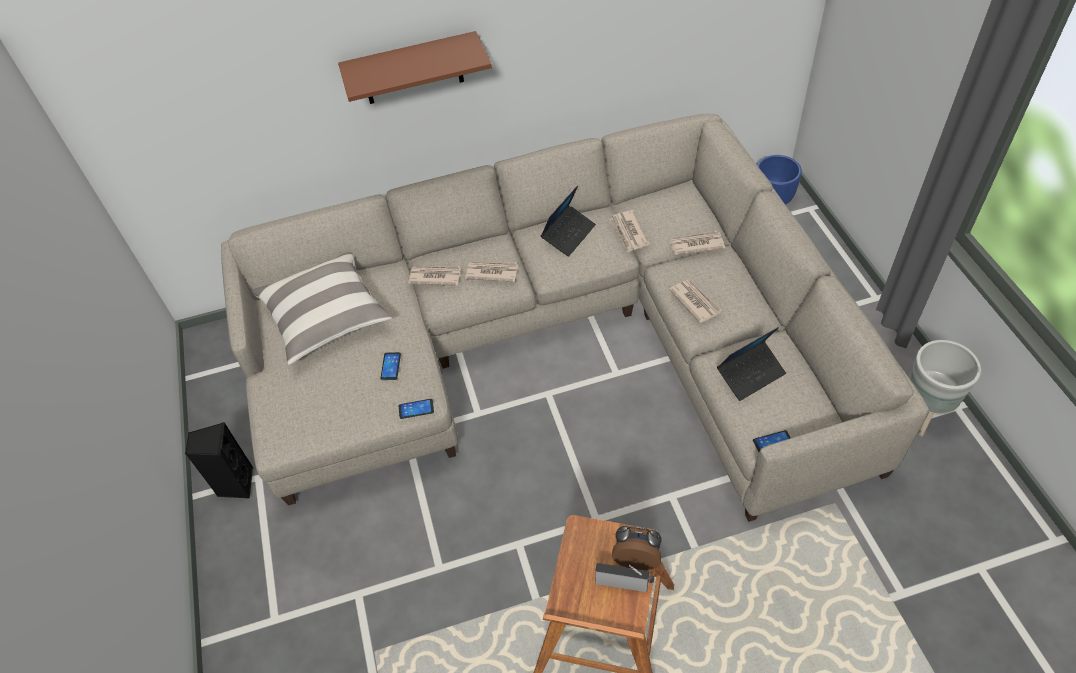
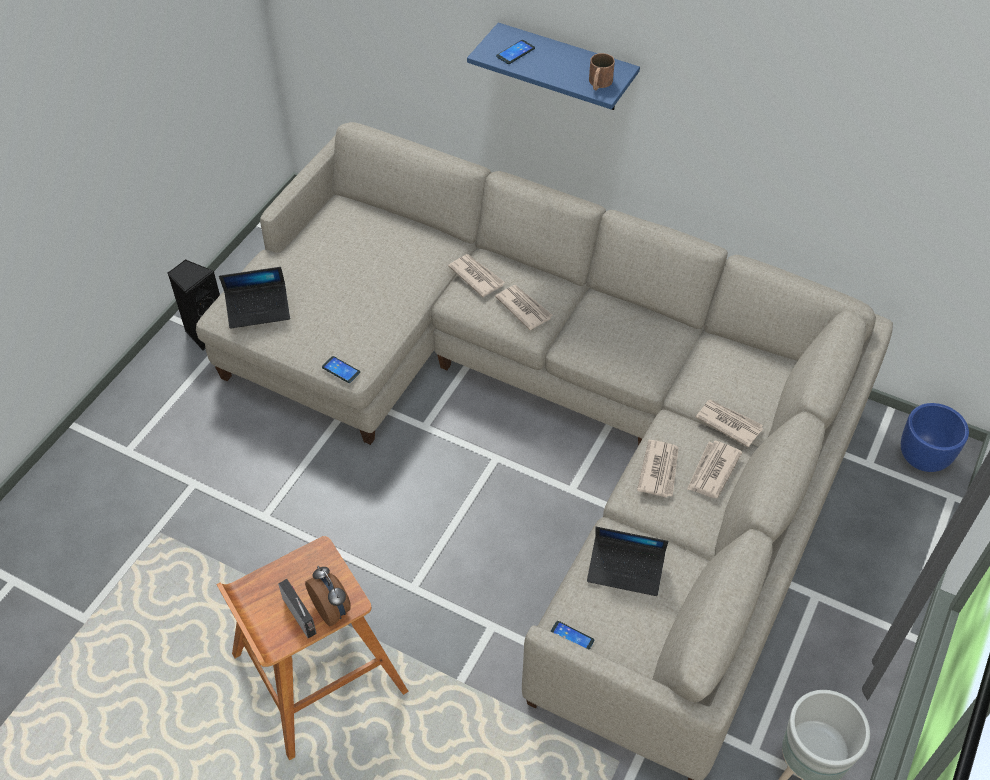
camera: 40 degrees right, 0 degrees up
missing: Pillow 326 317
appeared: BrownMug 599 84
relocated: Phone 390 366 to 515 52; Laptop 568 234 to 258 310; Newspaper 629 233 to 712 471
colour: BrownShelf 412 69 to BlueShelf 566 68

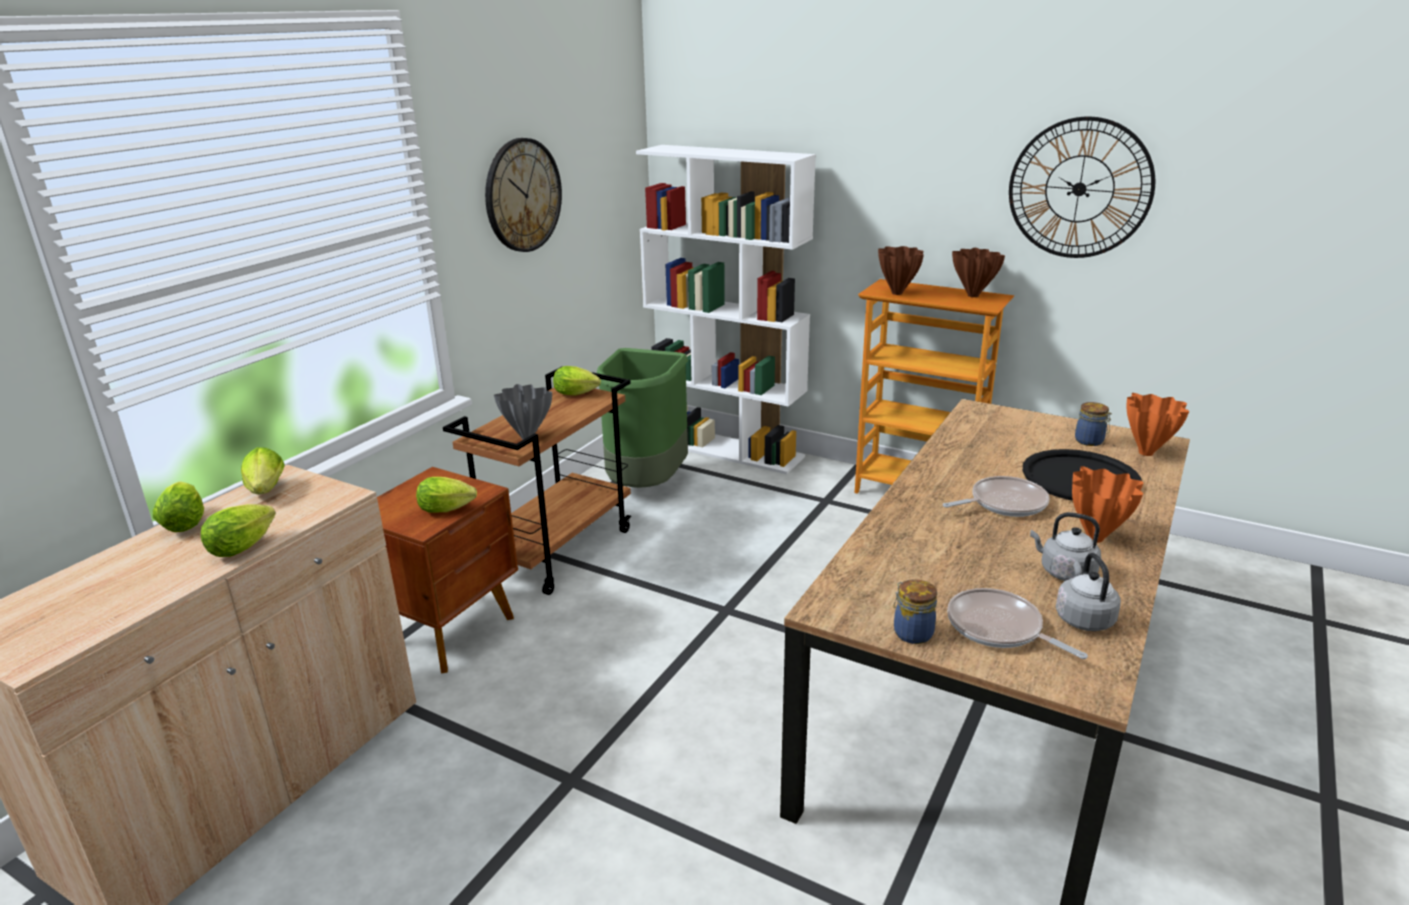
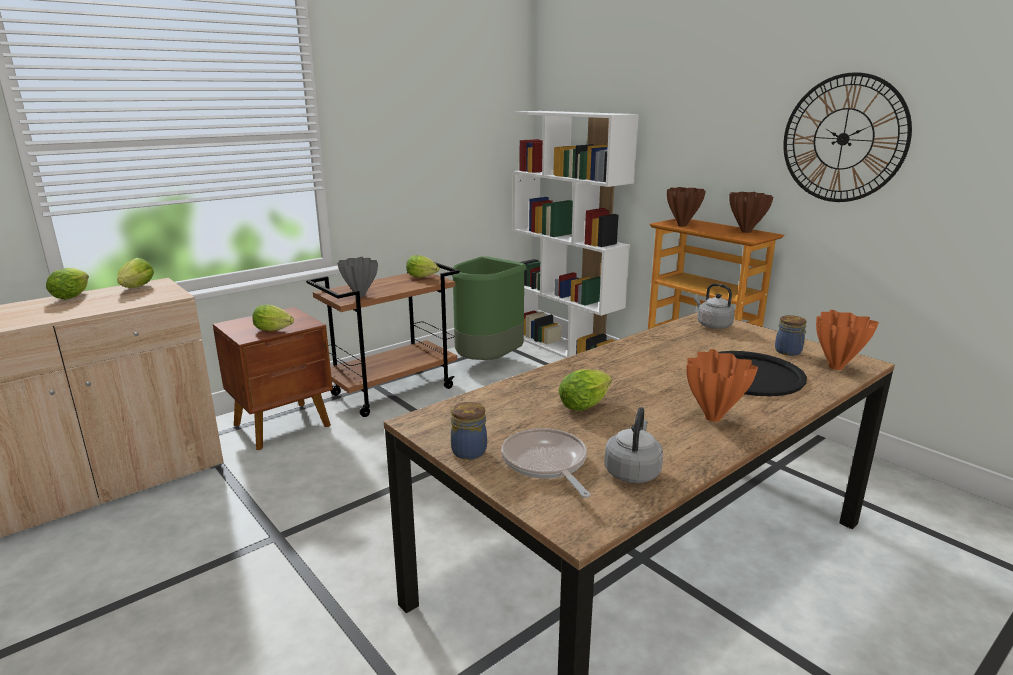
camera: 20 degrees right, 5 degrees down
missing: WallClock 522 195; FryingPan 1004 503
relocated: Lettuce 245 546 to 586 404; GreyKettle 1064 572 to 712 325

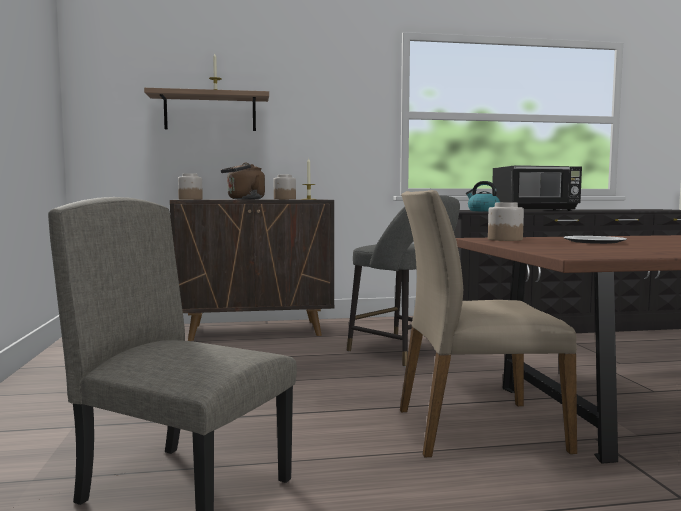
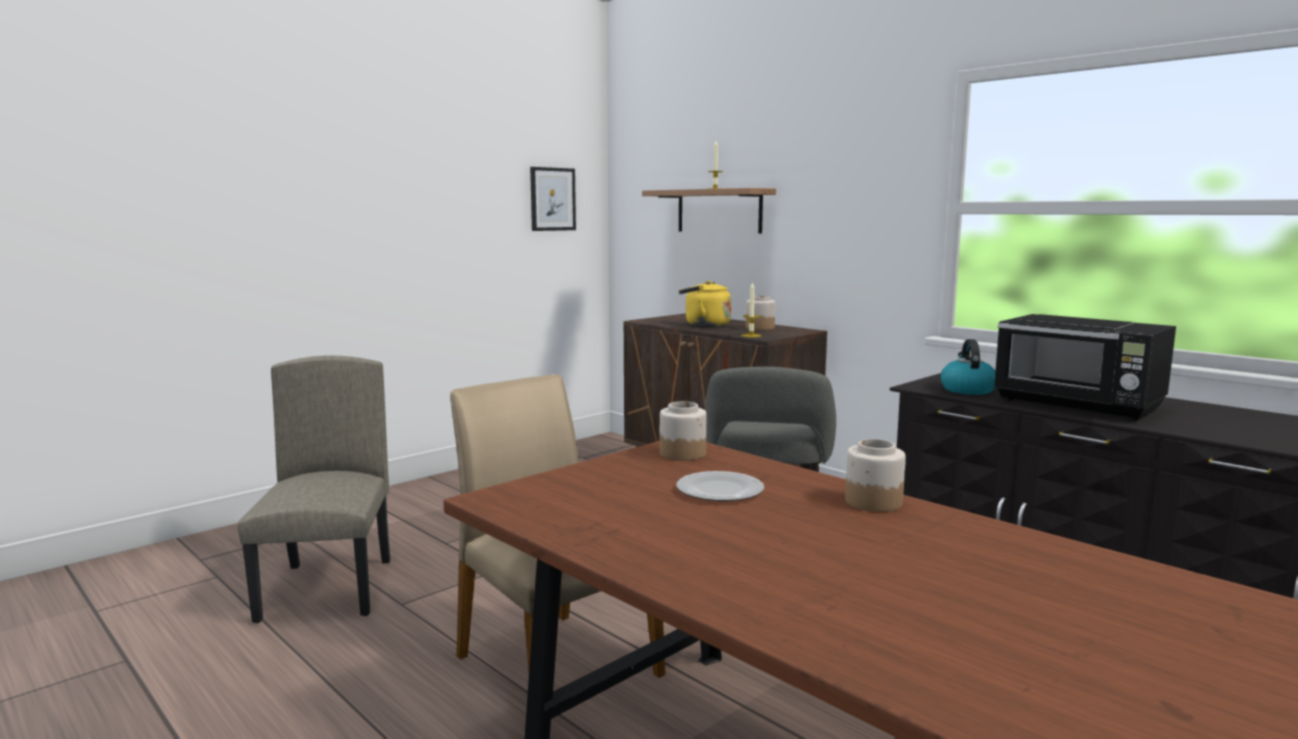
camera: 55 degrees right, 5 degrees up
appeared: Picture 552 199
relocated: Jar 190 199 to 872 502
colour: BrownKettle 244 199 to YellowKettle 704 325

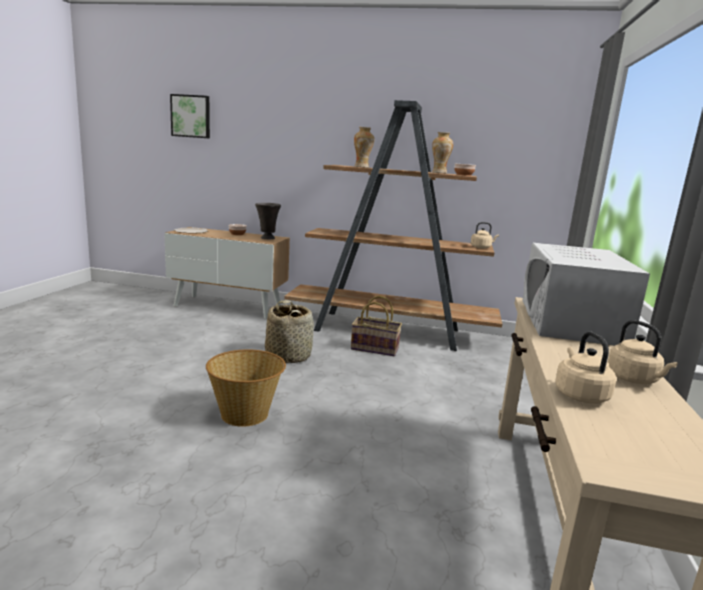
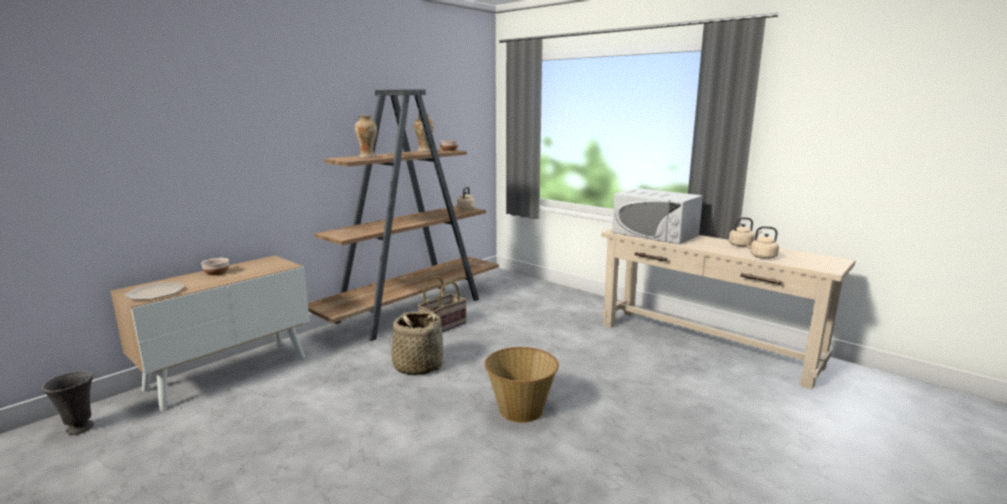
camera: 60 degrees left, 0 degrees up
missing: Picture 191 116
relocated: GreyVase 267 238 to 79 429

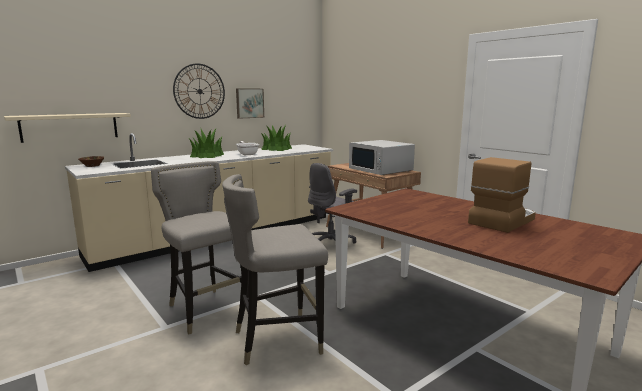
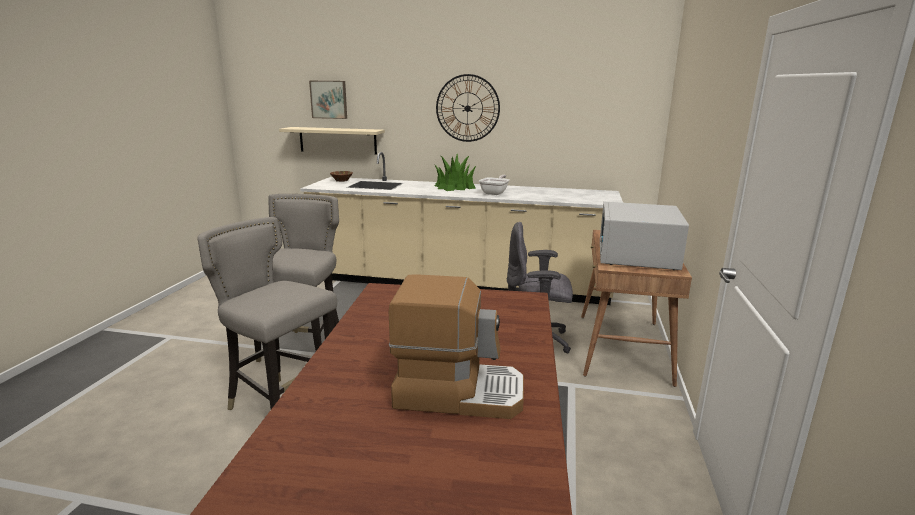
camera: 50 degrees right, 5 degrees up
missing: PottedPlant 276 149
relocated: Picture 249 103 to 329 99

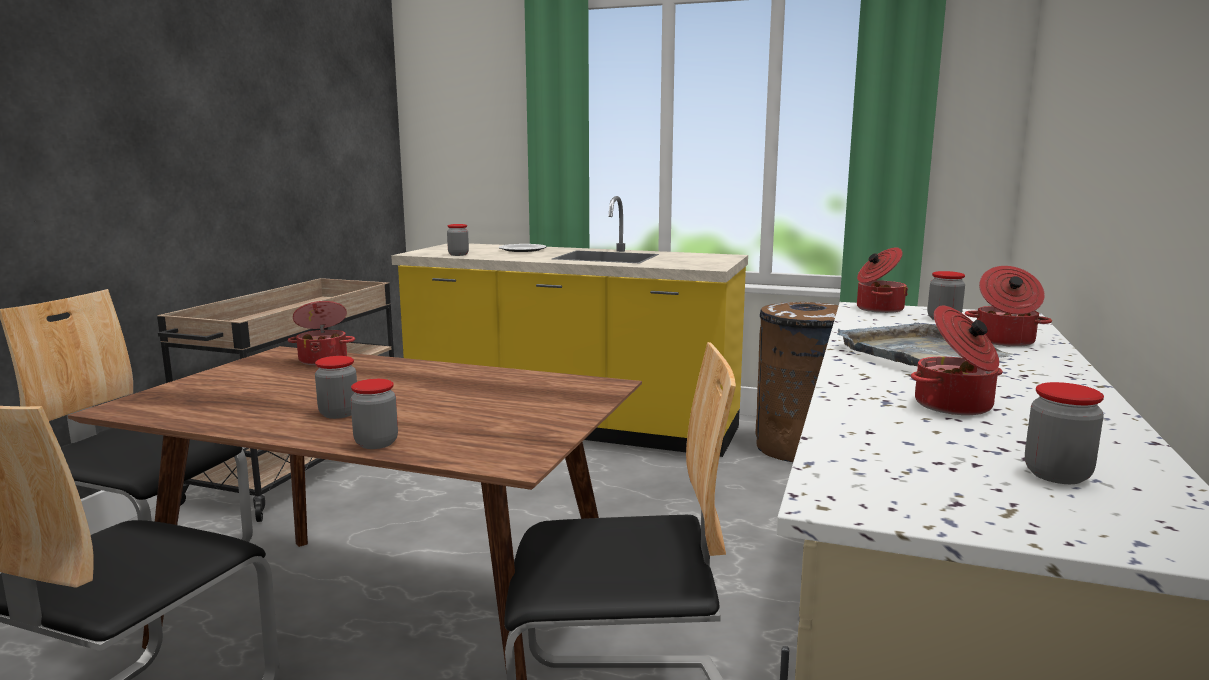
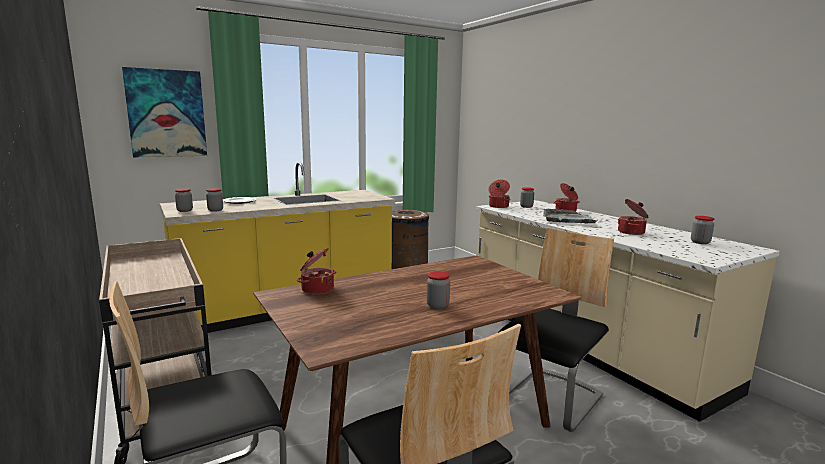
camera: 50 degrees left, 0 degrees up
appeared: Picture 166 113
relocated: Jar 376 443 to 185 210

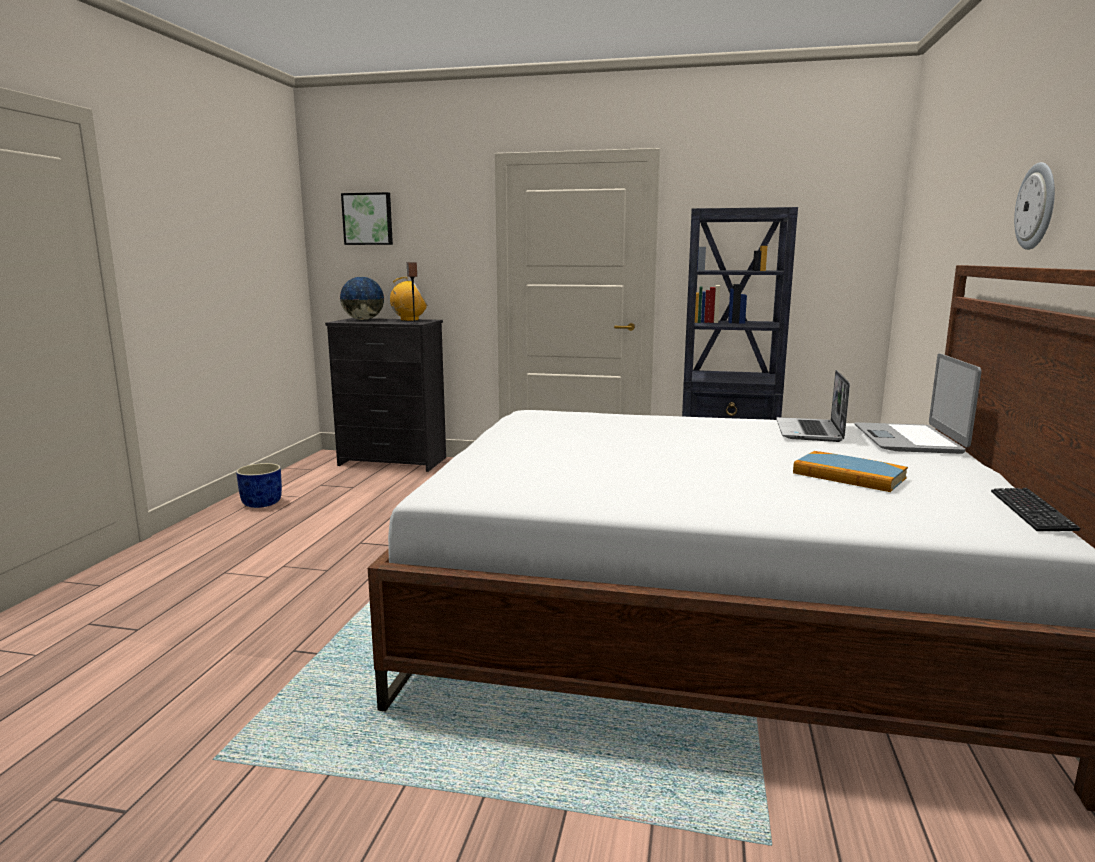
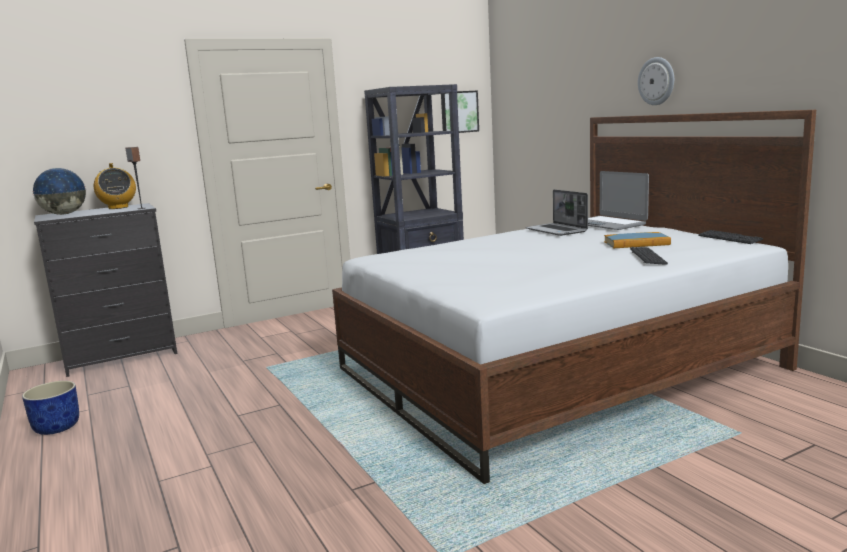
camera: 40 degrees left, 0 degrees up
appeared: Keyboard 647 257
relocated: Picture 368 219 to 459 112
spun: Radio 409 320 = 118 207 120 degrees clockwise

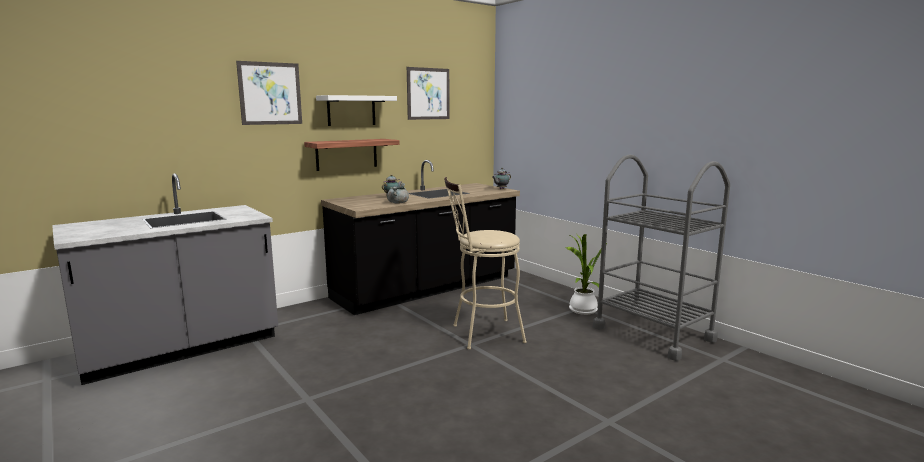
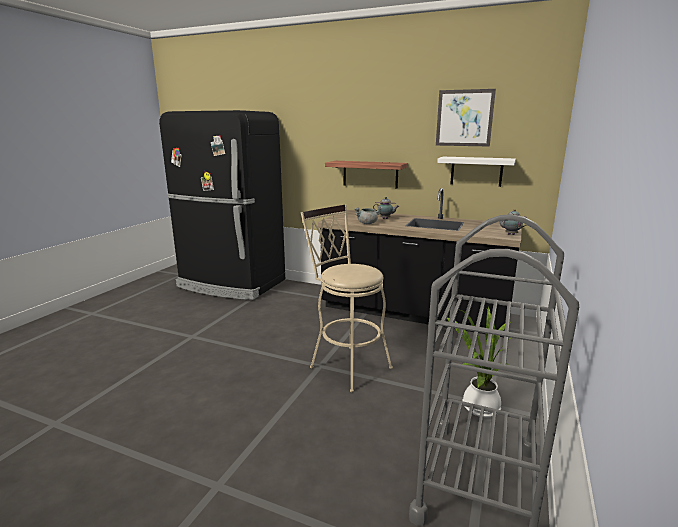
camera: 60 degrees right, 5 degrees up
missing: Picture 270 93
relocated: WhiteShelf 351 110 to 476 171
exchanged: GreyCounter 182 349 to BlackFridge 231 284

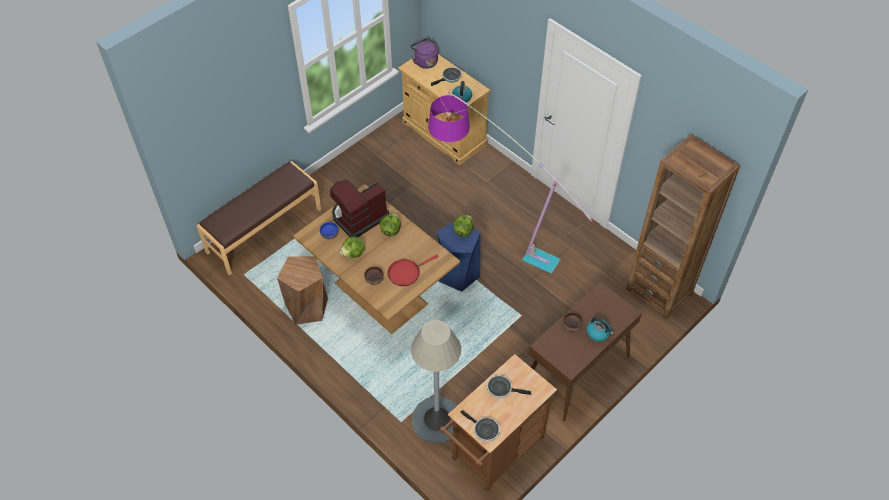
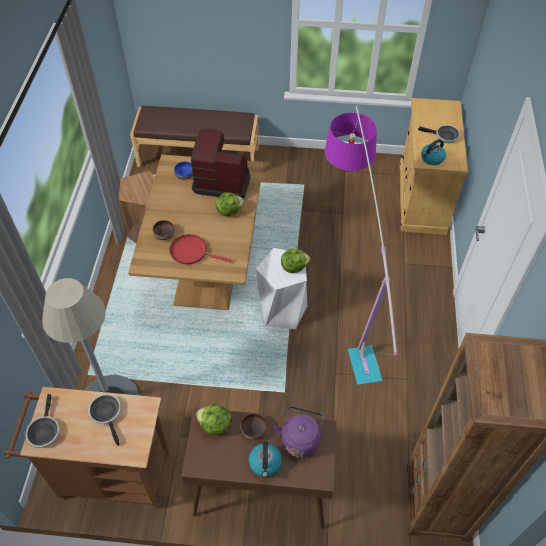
camera: 50 degrees right, 0 degrees up
relocated: Lettuce 353 253 to 215 425; PurpleKettle 425 61 to 300 439
colour: BlueStool 458 273 to WhiteStool 282 310

